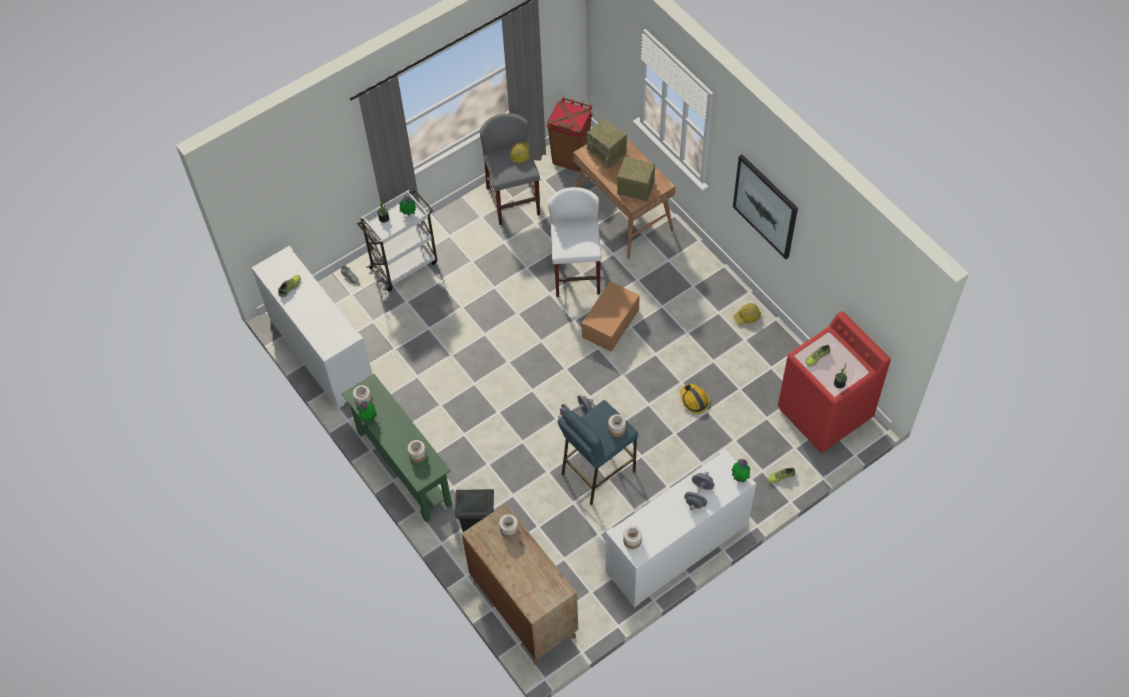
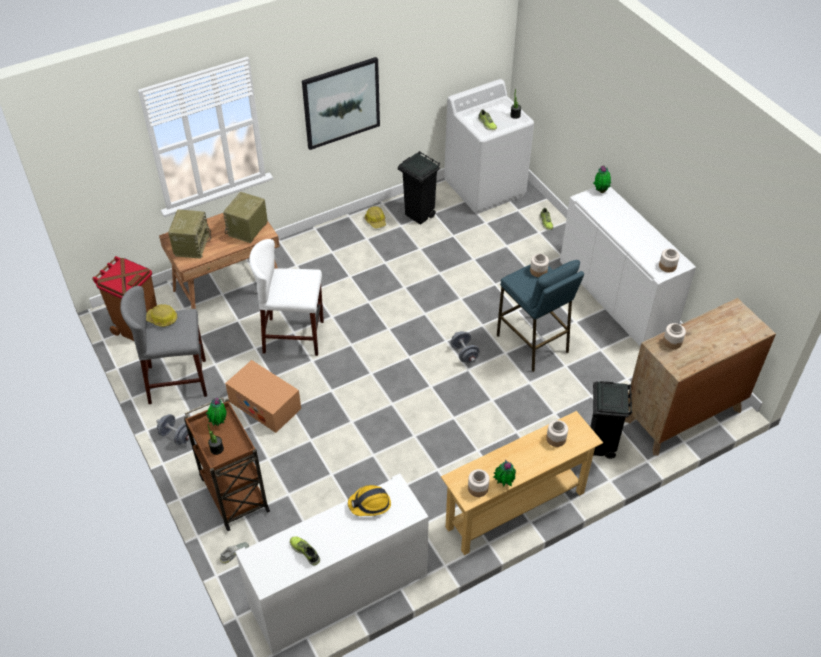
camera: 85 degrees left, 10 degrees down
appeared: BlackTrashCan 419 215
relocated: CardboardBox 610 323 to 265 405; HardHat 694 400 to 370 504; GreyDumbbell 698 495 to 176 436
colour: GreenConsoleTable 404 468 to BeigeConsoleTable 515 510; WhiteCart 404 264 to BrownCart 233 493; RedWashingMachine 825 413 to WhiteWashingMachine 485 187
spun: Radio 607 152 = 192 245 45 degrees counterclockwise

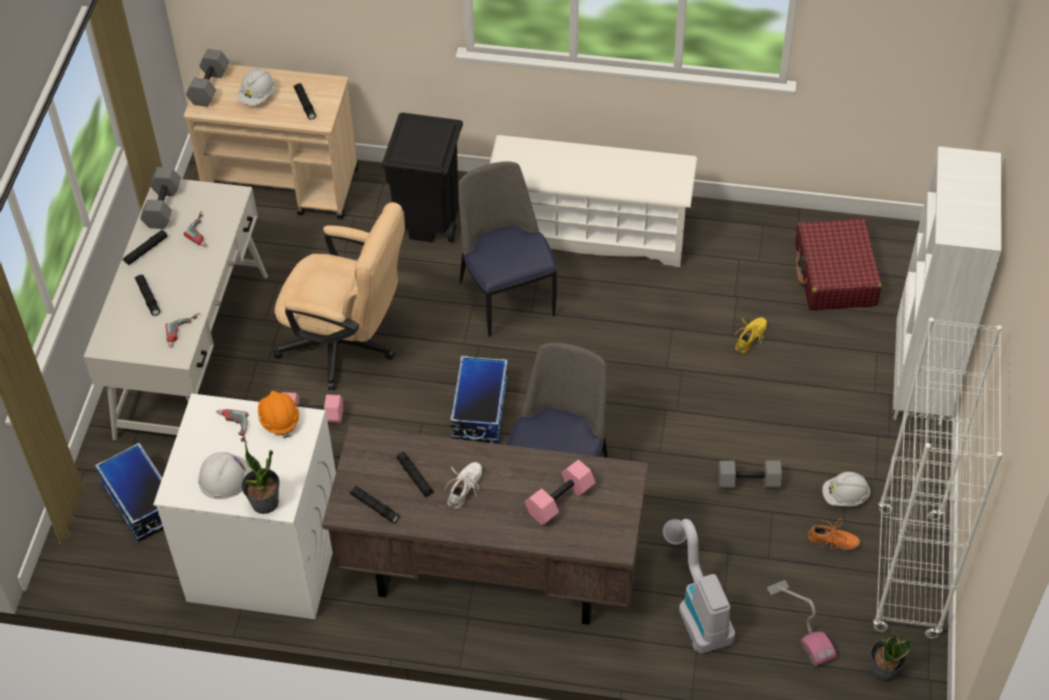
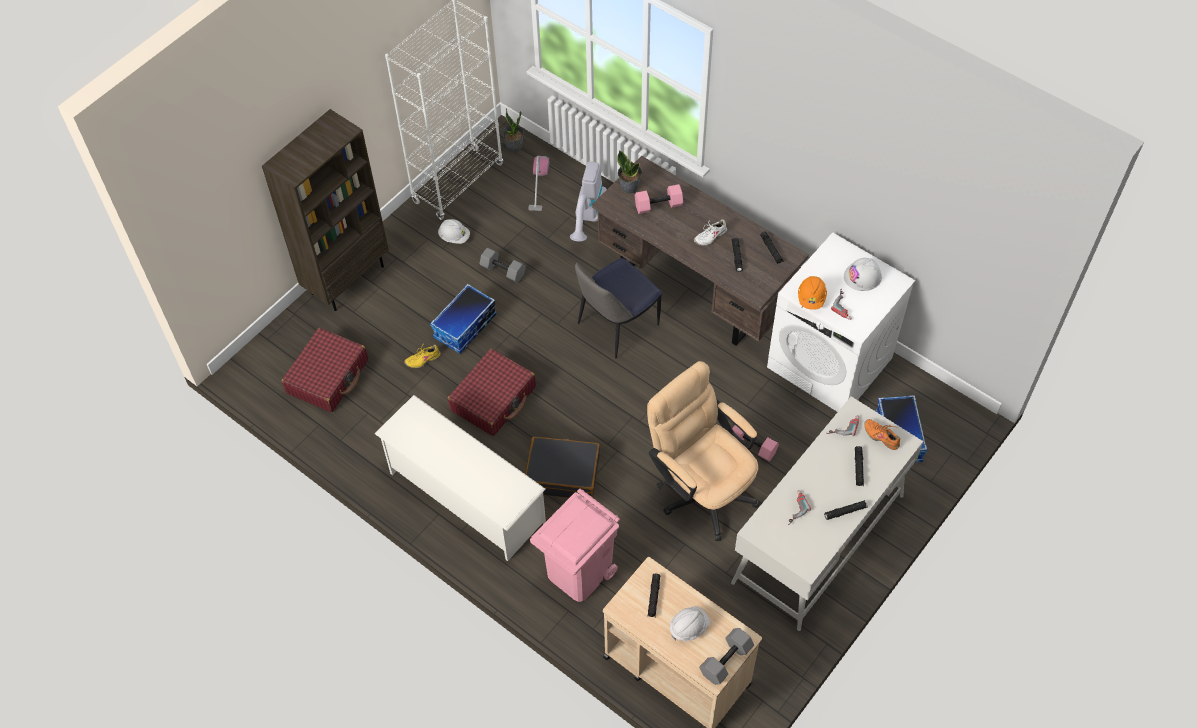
camera: 150 degrees left, 5 degrees up
missing: GreyDumbbell 162 206
appeared: RedSuitcase 493 399
relocated: PottedPlant 265 503 to 629 186; StorageBox 479 410 to 465 327; OrangeShoe 833 541 to 881 436
exchanged: Chair 506 296 to BlackSuitcase 563 473
colour: BlackTrashCan 427 219 to PinkTrashCan 579 573; WhiteBookcase 920 384 to BrownBookcase 347 279

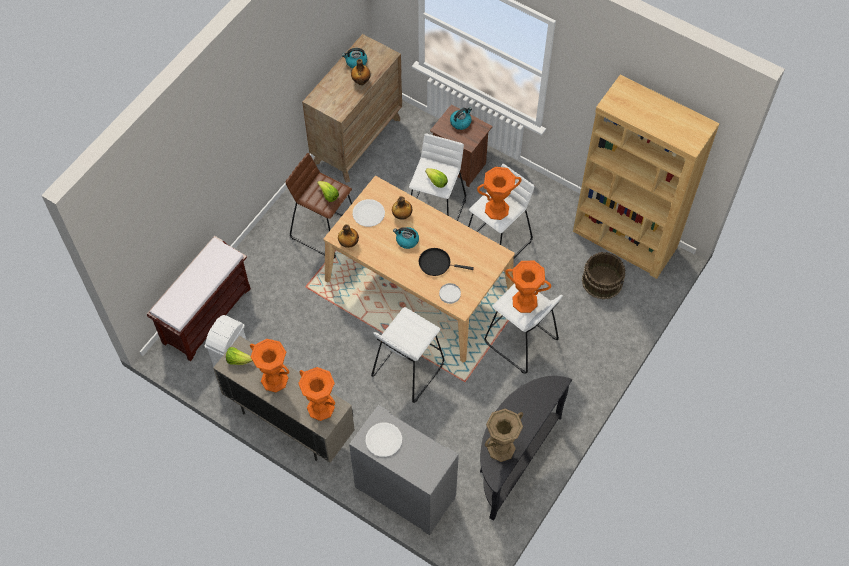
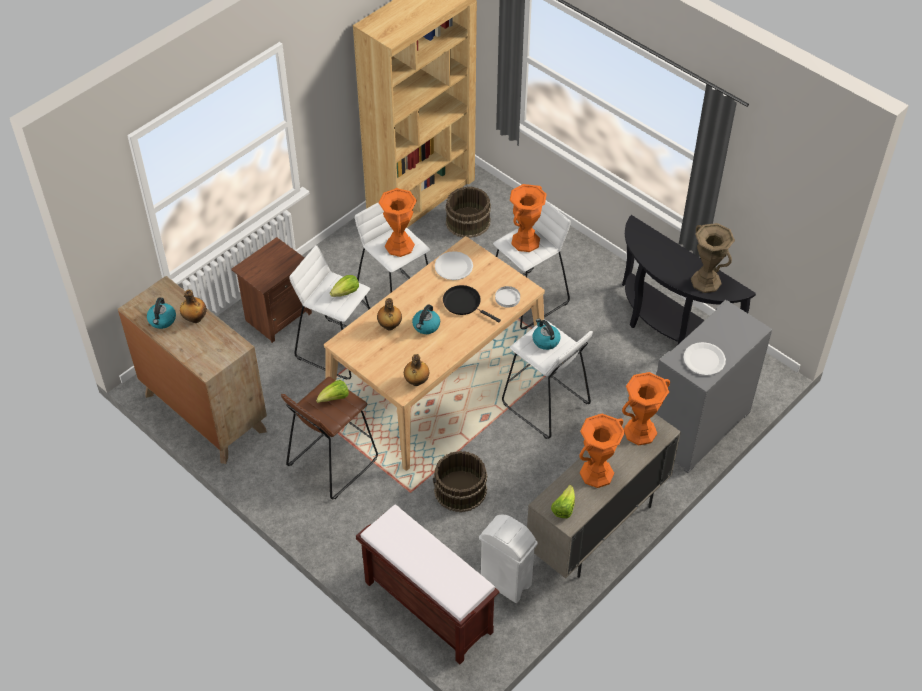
camera: 80 degrees left, 10 degrees down
appeared: BrownBucket 460 490
relocated: WhitePlate 368 213 to 453 267; Kettle 460 122 to 545 340
spun: BlackFryingPan 437 263 = 464 303 105 degrees clockwise

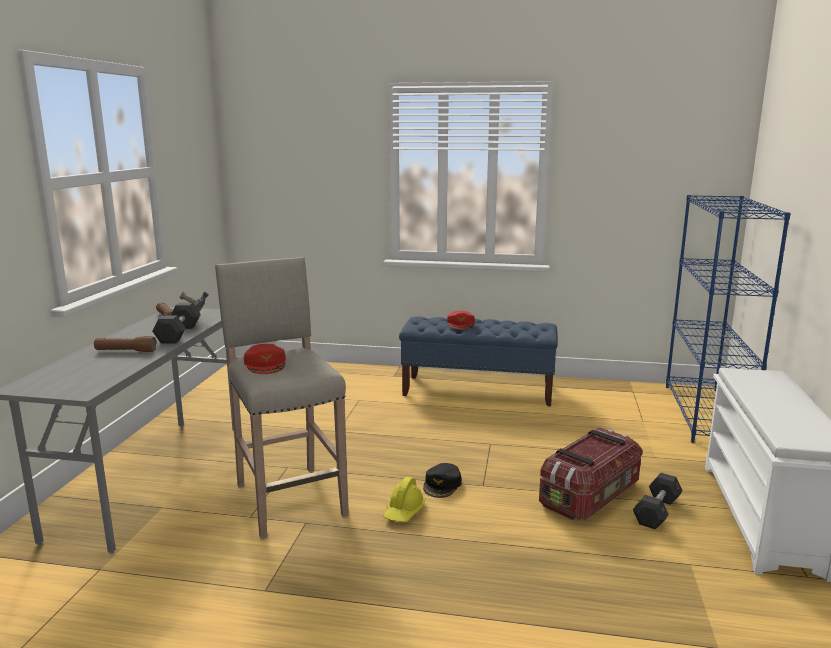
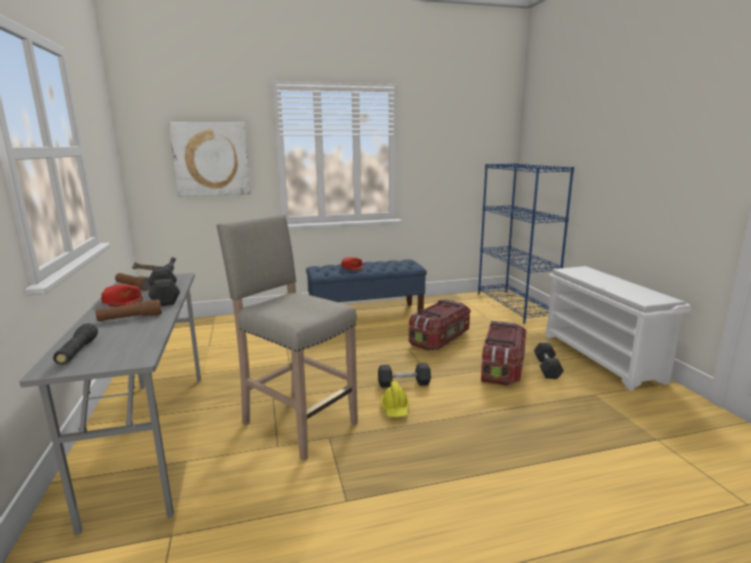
camera: 25 degrees left, 0 degrees up
appeared: BlackFlashlight 77 352; Picture 211 159; StorageBox 440 339
relocated: RedCap 266 364 to 123 301
exchanged: BlackCap 442 485 to GreyDumbbell 404 383

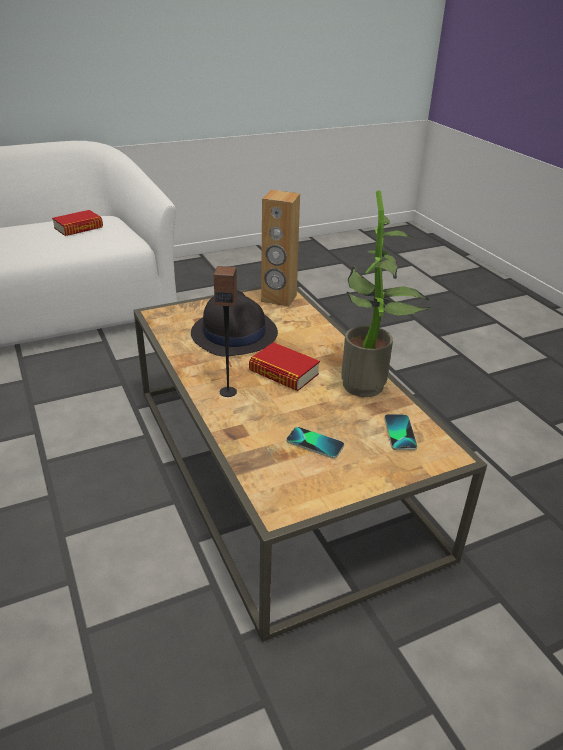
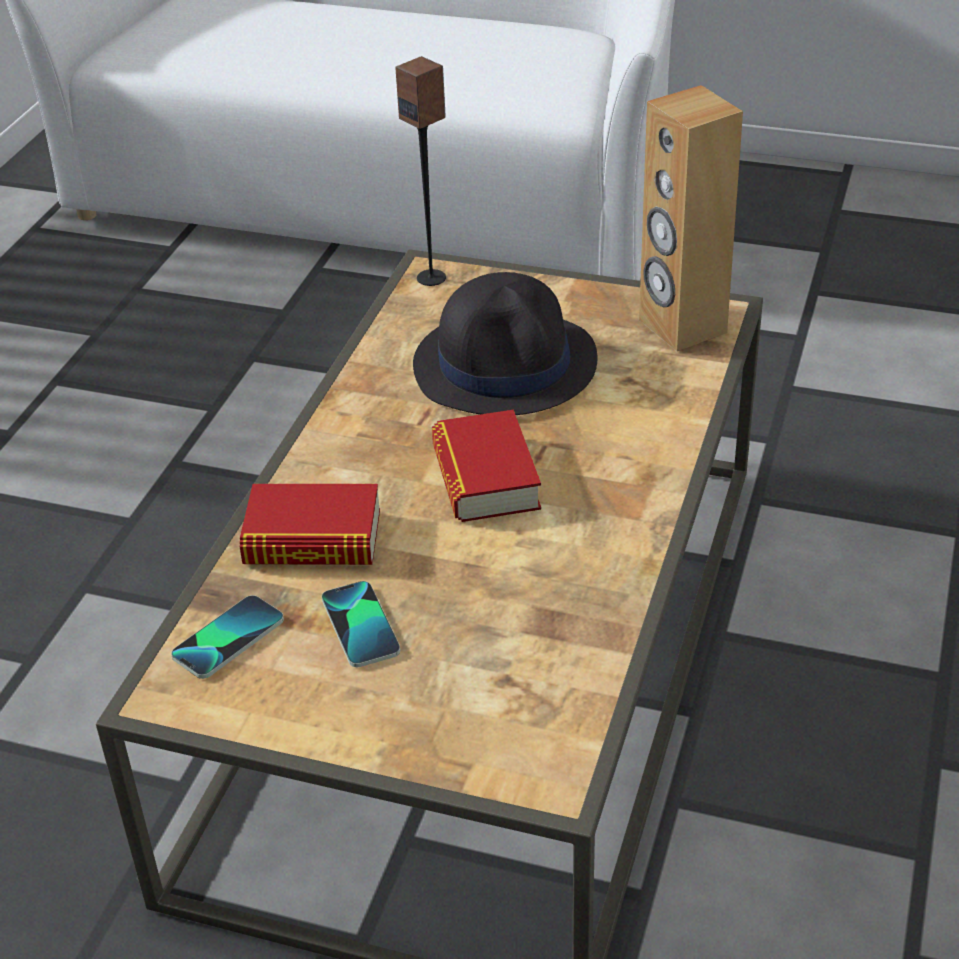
camera: 45 degrees right, 5 degrees up
missing: PottedPlant 370 386
relocated: Book 78 228 to 313 538; Speaker 228 391 to 432 278; Phone 399 433 to 228 638

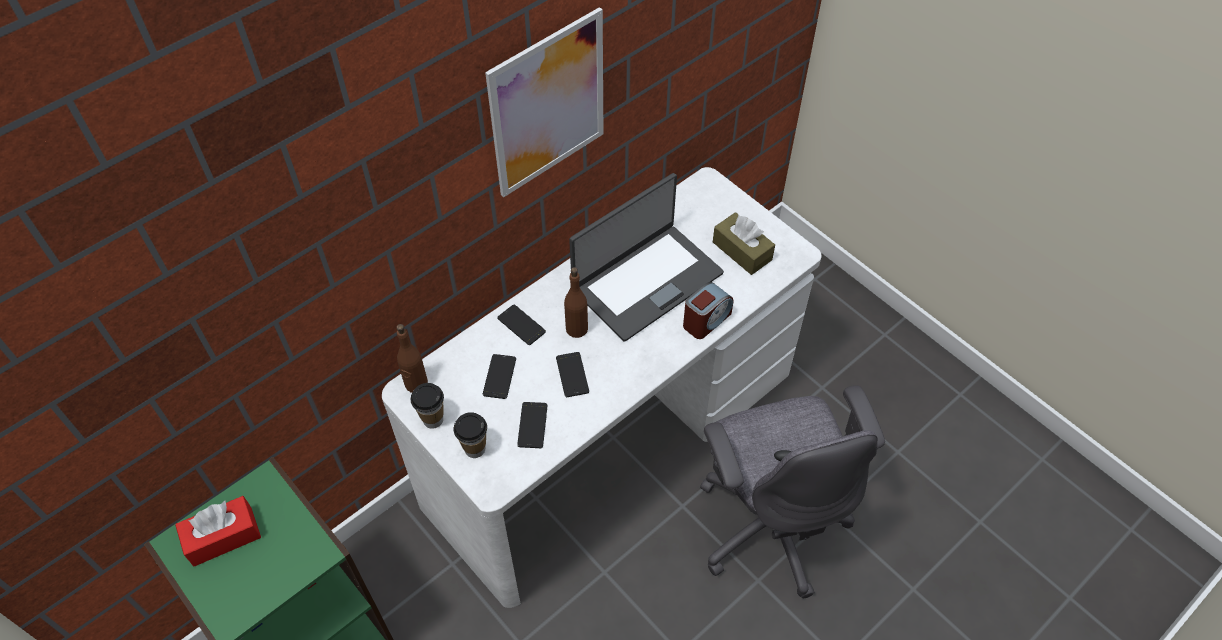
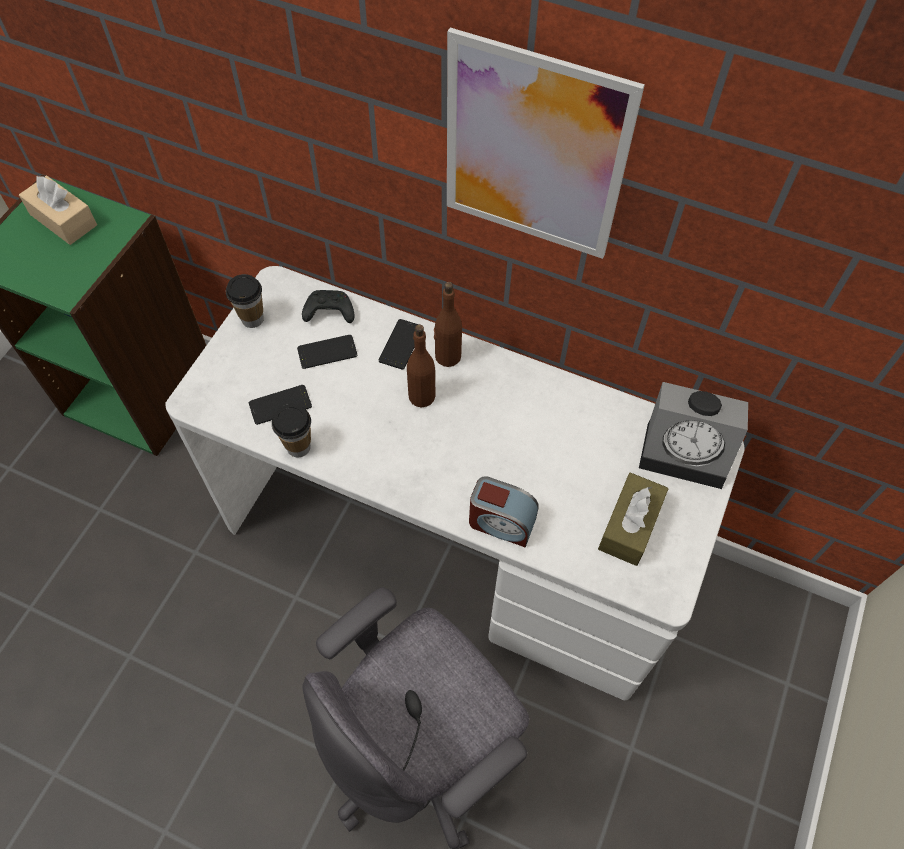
camera: 65 degrees right, 5 degrees up
missing: Phone 572 375; Laptop 646 281
appeared: BlackGameController 328 313; AlarmClock 687 451
relocated: BrownBottle 416 384 to 447 356; Cup 475 449 to 298 447
colour: RedTissueBox 223 537 to BeigeTissueBox 63 220

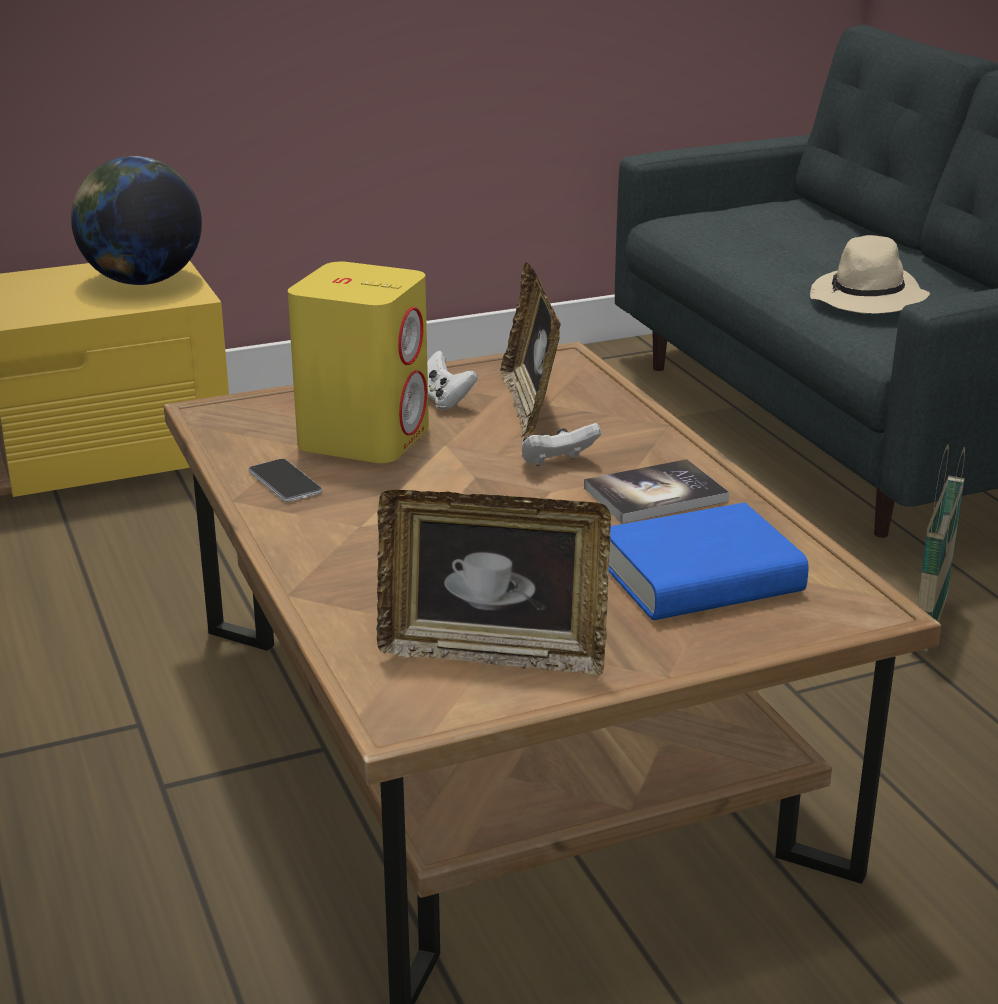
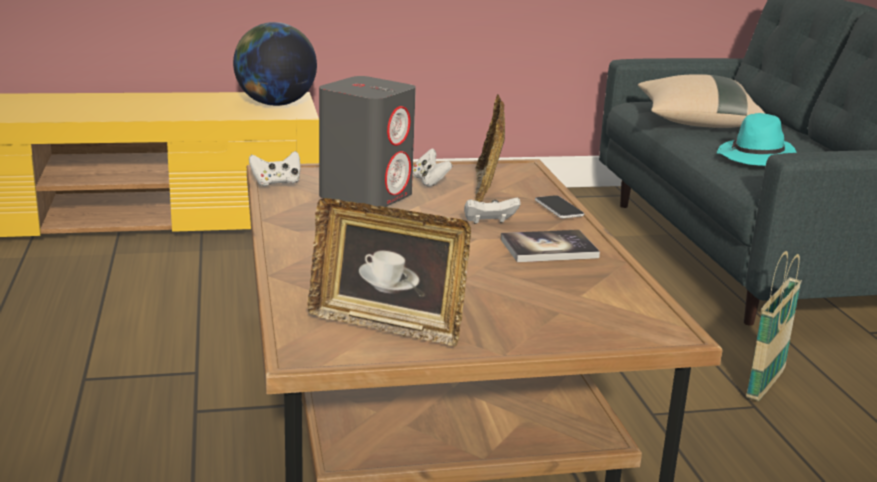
camera: 10 degrees right, 5 degrees down
missing: BlueBook 701 578
appeared: WhiteGameController 276 183; BeigePillow 695 123
relocated: Phone 285 482 to 559 208
colour: YellowSpeaker 364 438 to GreySpeaker 366 196; BeigeHat 868 300 to TurquoiseHat 758 159

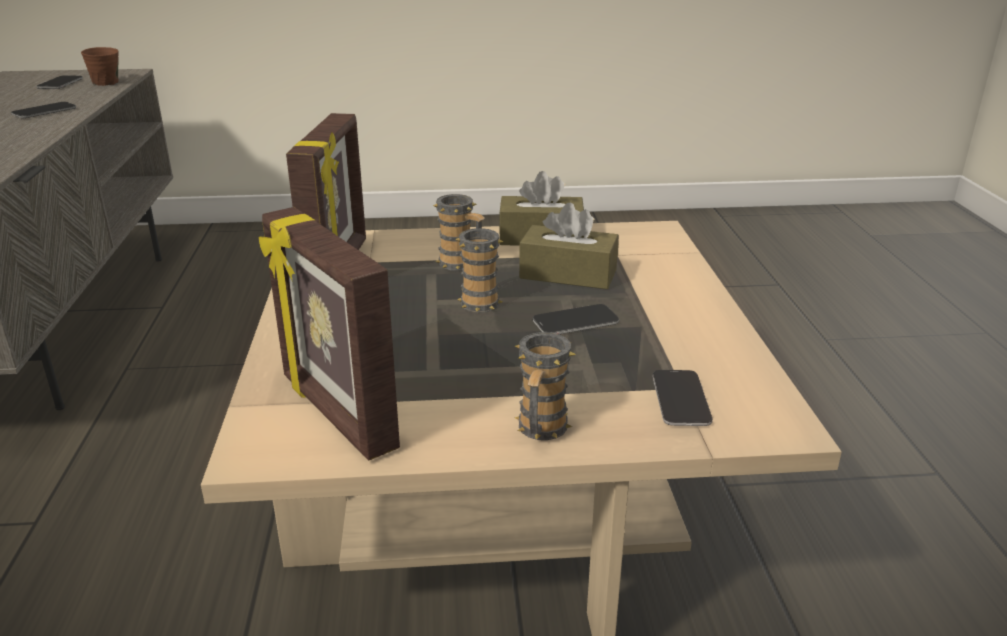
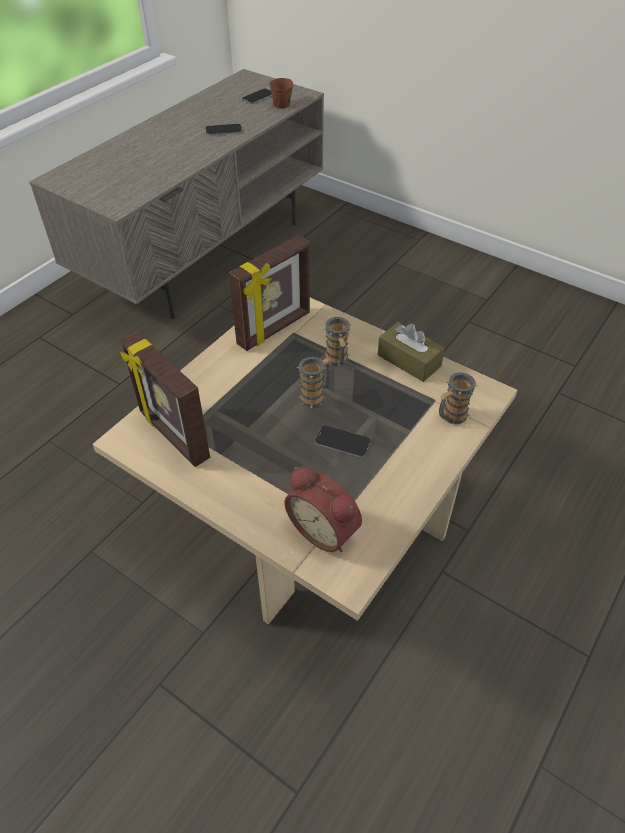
camera: 40 degrees right, 20 degrees up
missing: BrownTissueBox 568 274
relocated: Mug 540 431 to 450 417
exchanged: Phone 680 399 to AlarmClock 325 529
spun: PictureFrame 335 413 = 173 435 45 degrees counterclockwise

